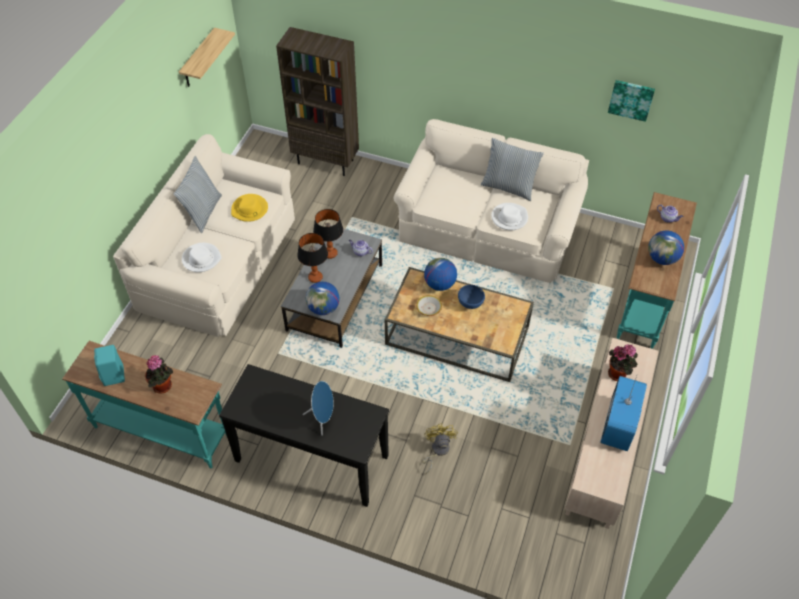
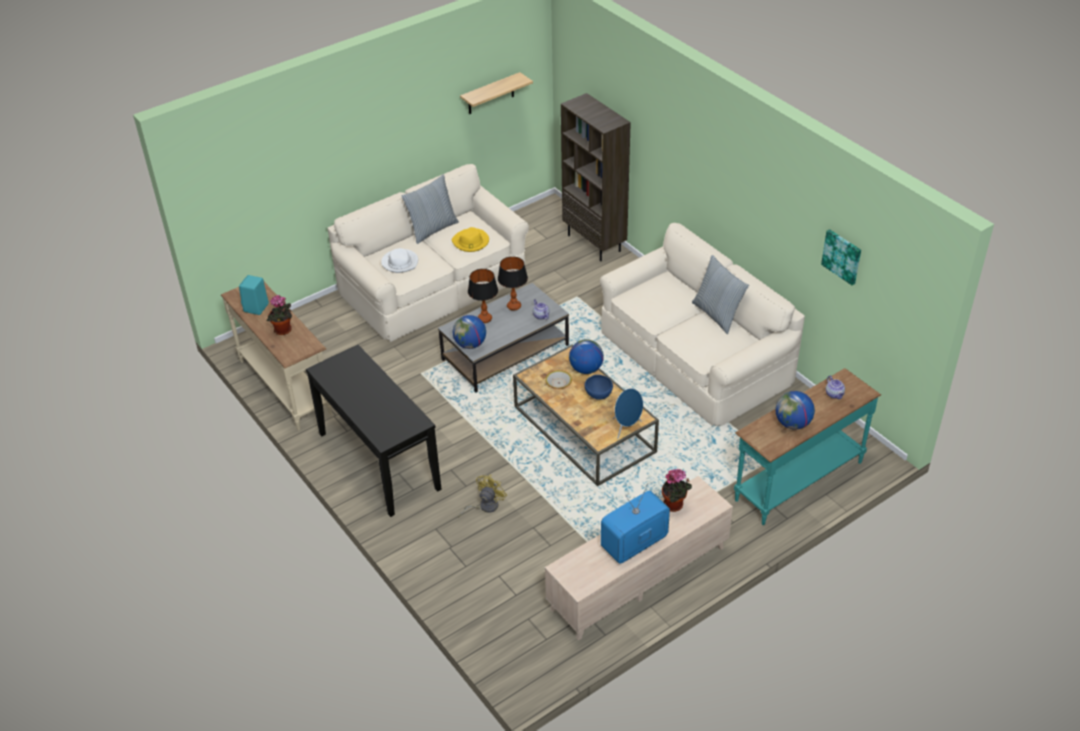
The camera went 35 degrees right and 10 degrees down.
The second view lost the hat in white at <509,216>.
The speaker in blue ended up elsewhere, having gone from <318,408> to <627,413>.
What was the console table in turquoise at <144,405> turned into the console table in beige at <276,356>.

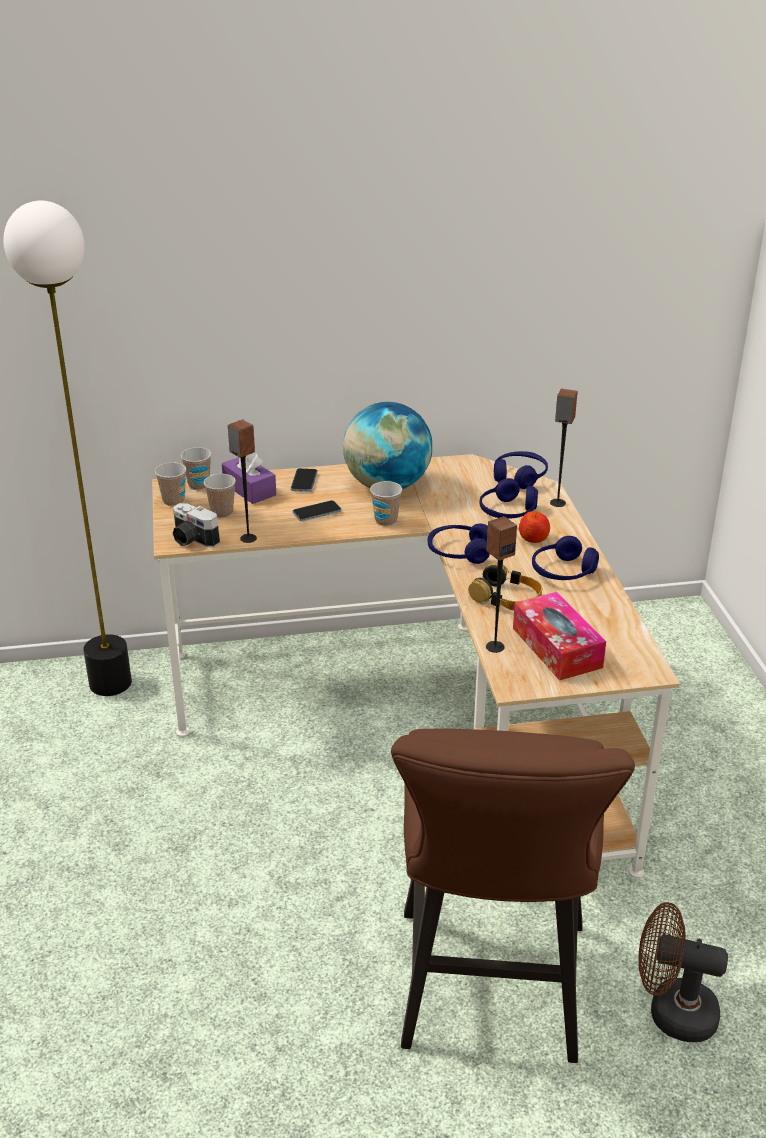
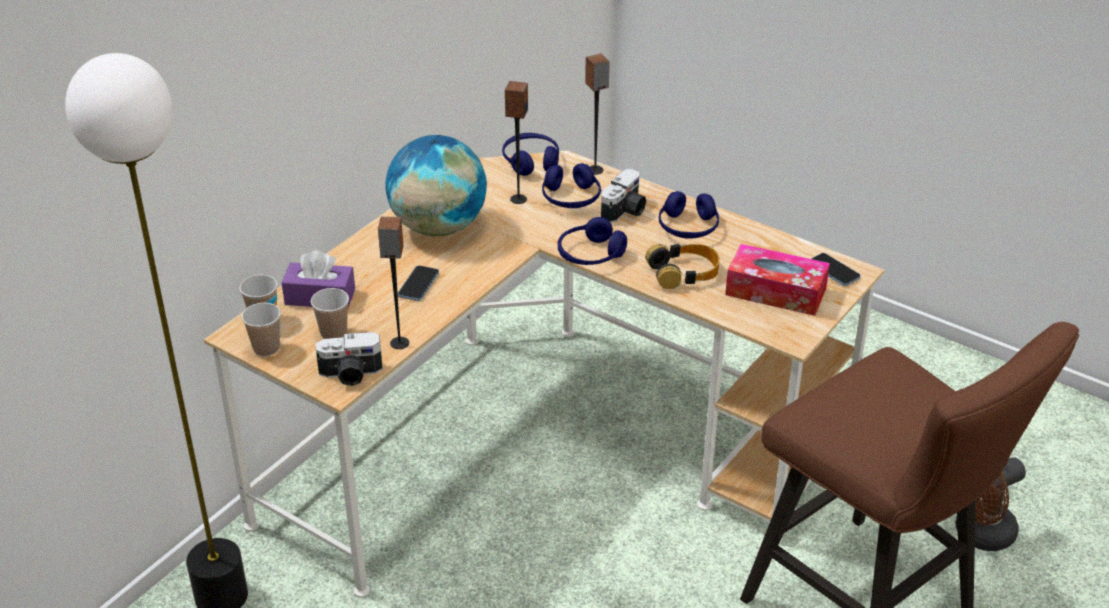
The camera went 45 degrees left and 5 degrees up.
The second view lost the cup at <386,503>.
The phone ended up elsewhere, having gone from <304,480> to <836,269>.
The speaker ended up elsewhere, having gone from <501,584> to <516,142>.
Where the apple stood at <534,527>, the photo camera came to stand at <623,195>.

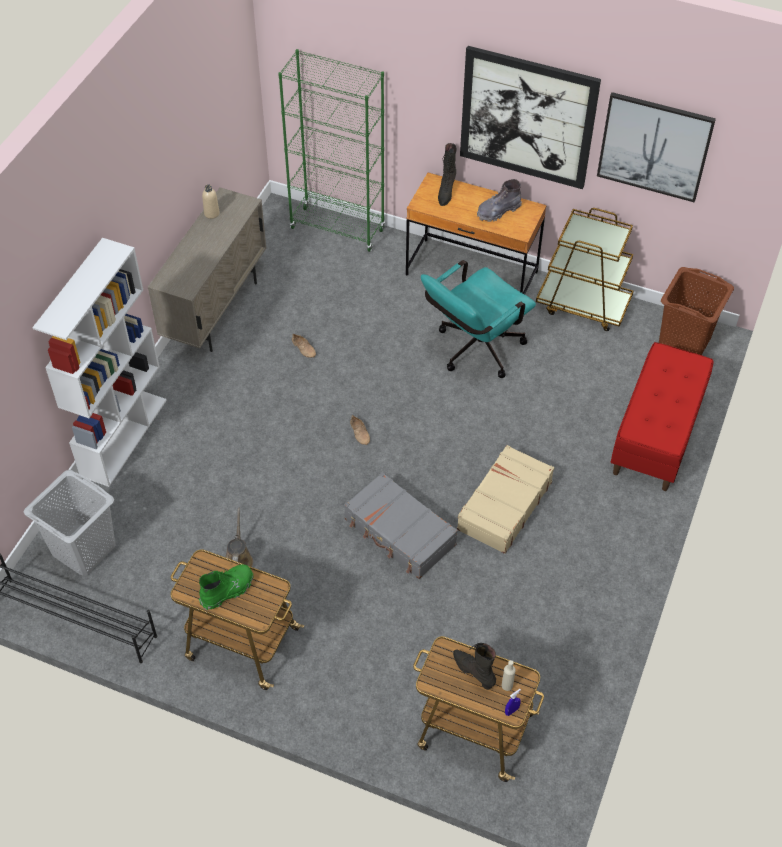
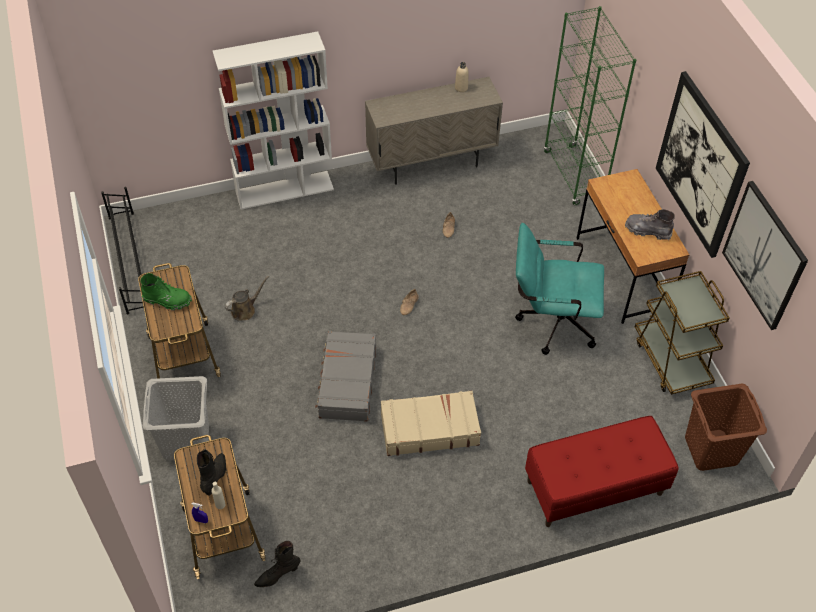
The camera went 50 degrees right and 0 degrees up.
The laundry basket in grey ended up elsewhere, having gone from <70,523> to <175,418>.
The boot in black ended up elsewhere, having gone from <447,174> to <277,564>.

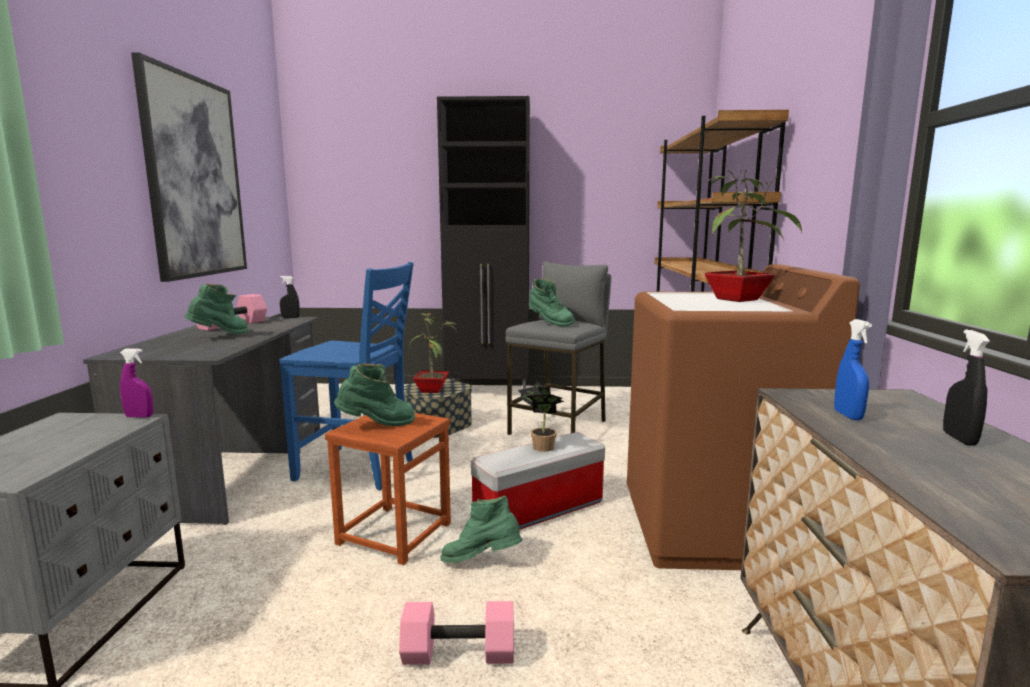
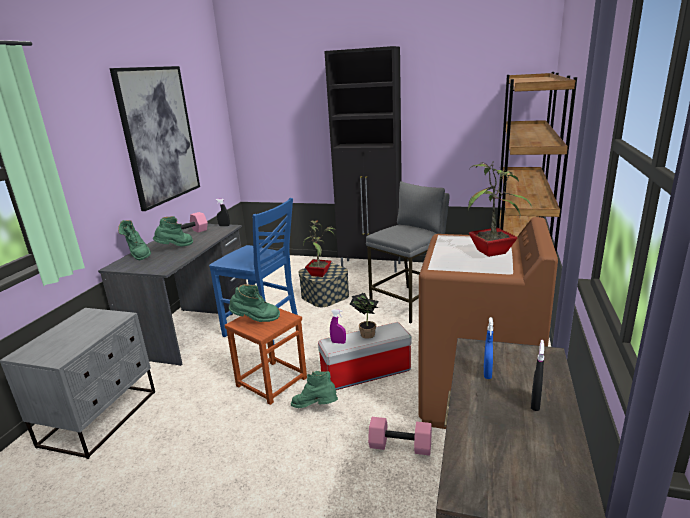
The camera went 15 degrees right and 10 degrees up.
The spray bottle in purple ended up elsewhere, having gone from <137,383> to <338,326>.
The dumbbell in pink ended up elsewhere, having gone from <456,633> to <400,436>.
The boot in green ended up elsewhere, having gone from <552,302> to <134,240>.

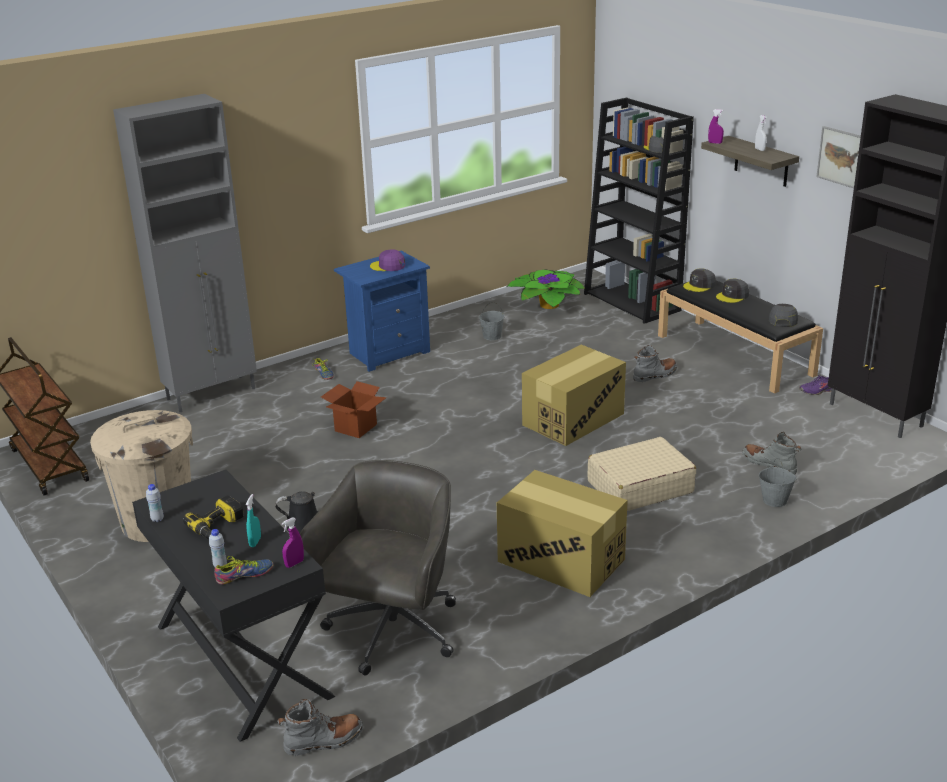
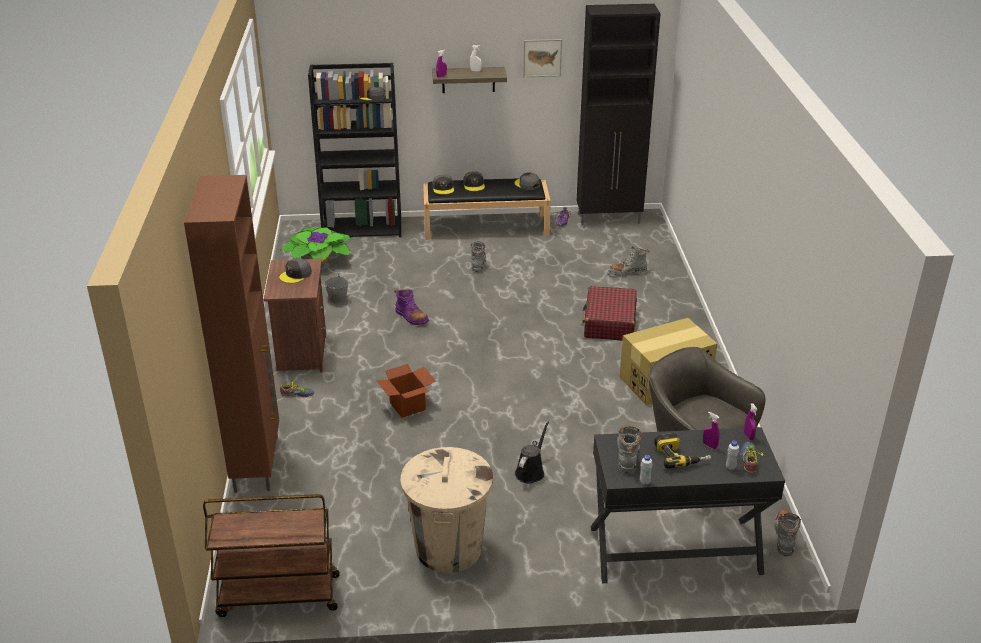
The camera went 60 degrees left and 5 degrees up.
The second view lost the cardboard box at <574,395>.
The second view lost the bucket in grey at <778,482>.
The second view gained the boot in purple at <411,307>.
The second view gained the boot in grey at <629,449>.
What was the cabinet in grey at <185,253> turned into the cabinet in brown at <231,334>.
What was the spray bottle in turquoise at <253,520> turned into the spray bottle in purple at <711,430>.
What was the nightstand in blue at <382,311> turned into the nightstand in brown at <294,315>.
What was the cap in purple at <387,260> turned into the cap in grey at <295,270>.
What was the suitcase in beige at <641,474> turned into the suitcase in red at <609,313>.

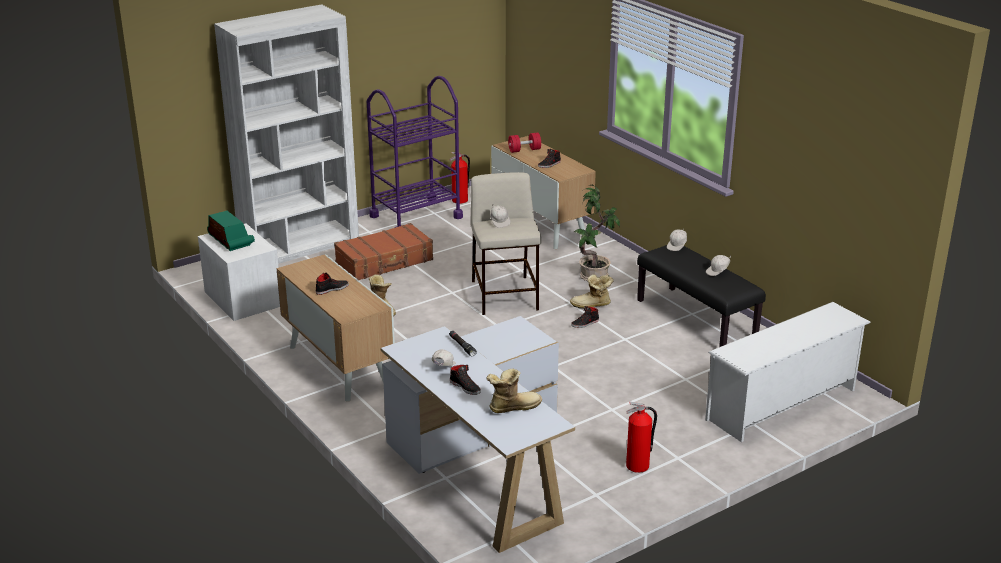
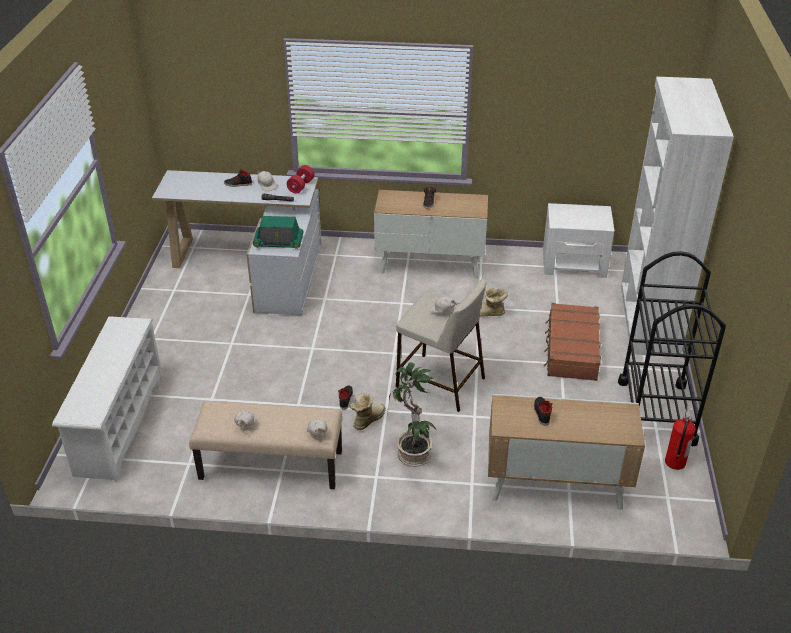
The camera went 130 degrees right and 10 degrees up.
The second view lost the boot at <514,391>.
The second view lost the fire extinguisher at <641,437>.
The radio ended up elsewhere, having gone from <231,231> to <278,232>.
The dumbbell in red ended up elsewhere, having gone from <524,142> to <300,179>.
What was the cart in purple at <415,152> turned into the cart in black at <672,348>.
What was the bench in black at <701,296> turned into the bench in beige at <266,445>.

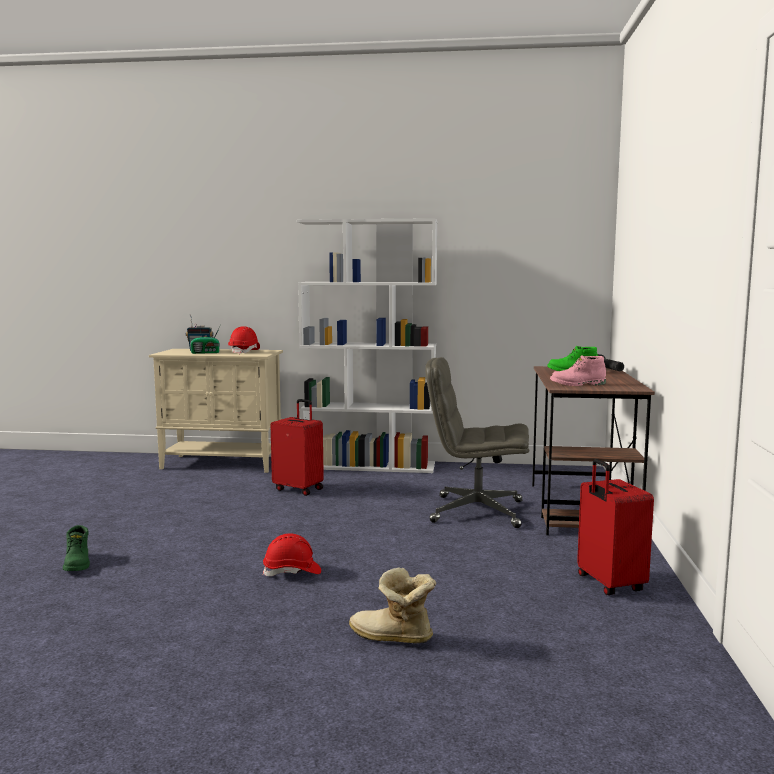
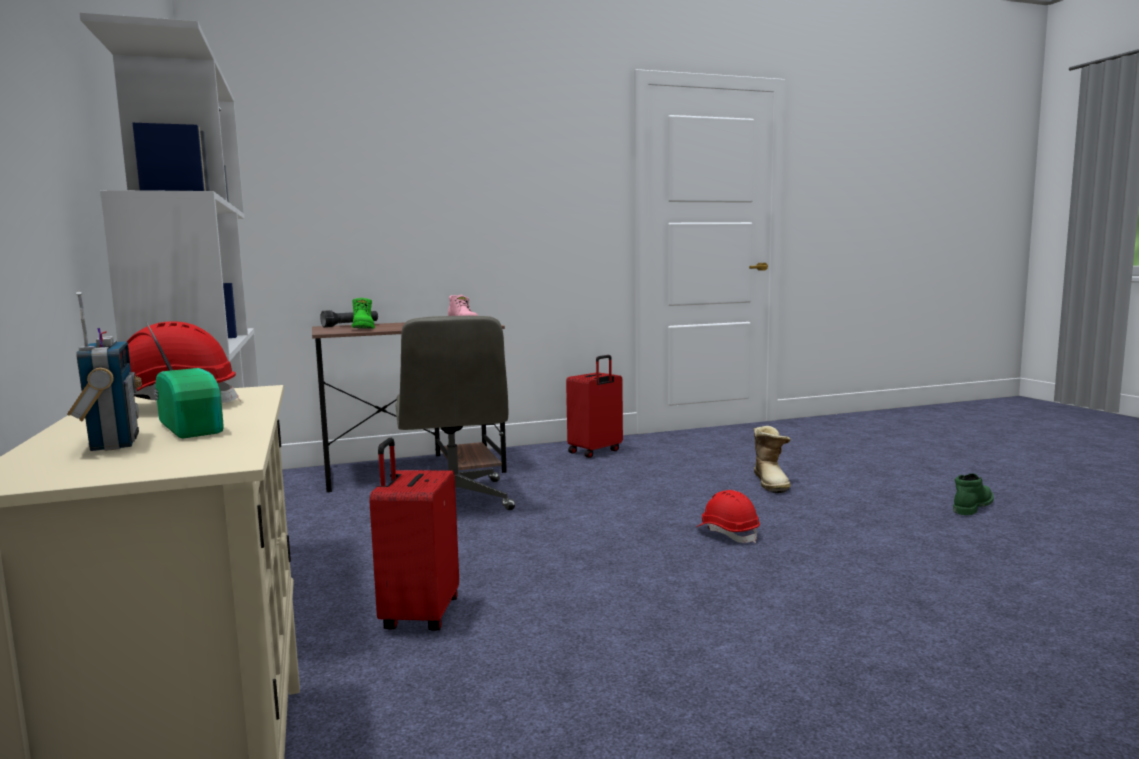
The camera went 115 degrees left and 0 degrees up.
The boot in green ended up elsewhere, having gone from <76,548> to <973,494>.

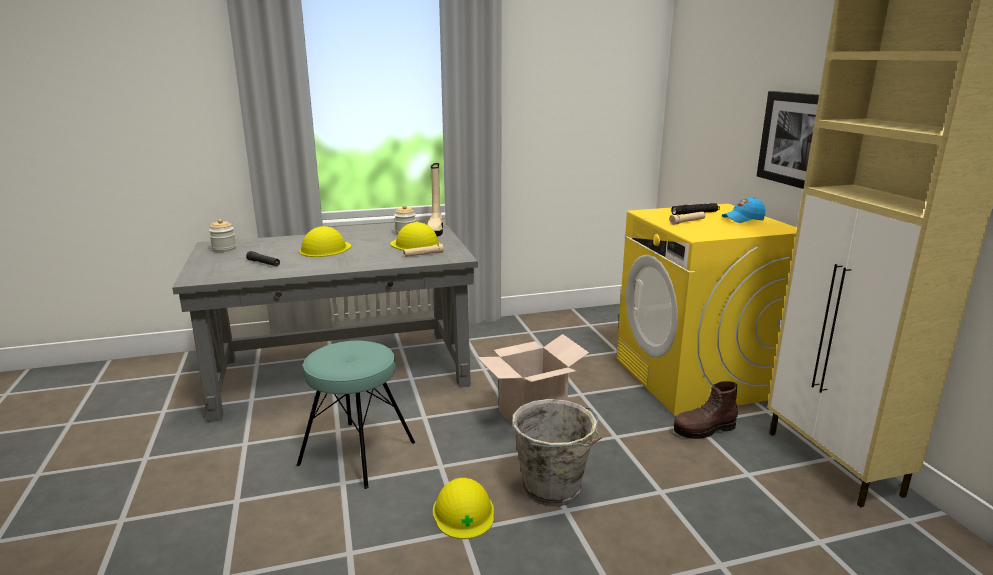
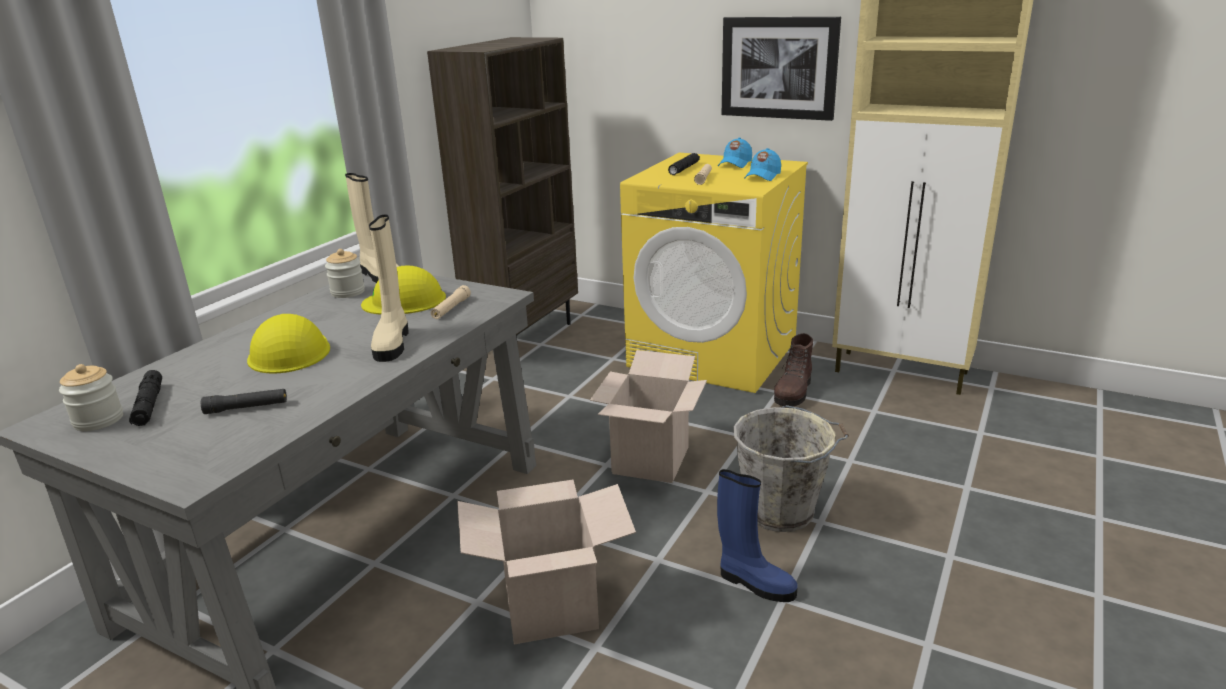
The camera went 45 degrees left and 5 degrees up.
The second view gained the flashlight in black at <145,398>.
The second view gained the boot in beige at <389,288>.
The second view gained the bookcase in brown at <502,187>.
The second view gained the cap in blue at <762,164>.
Where the stool in turquoise stood at <356,415>, the cardboard box came to stand at <546,562>.
Where the hard hat in yellow stood at <463,508>, the boot in blue came to stand at <757,535>.

